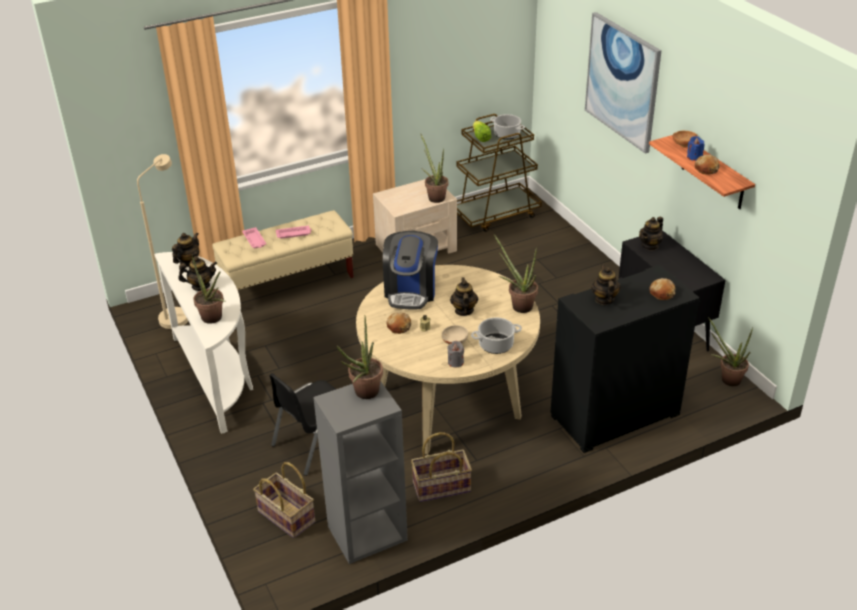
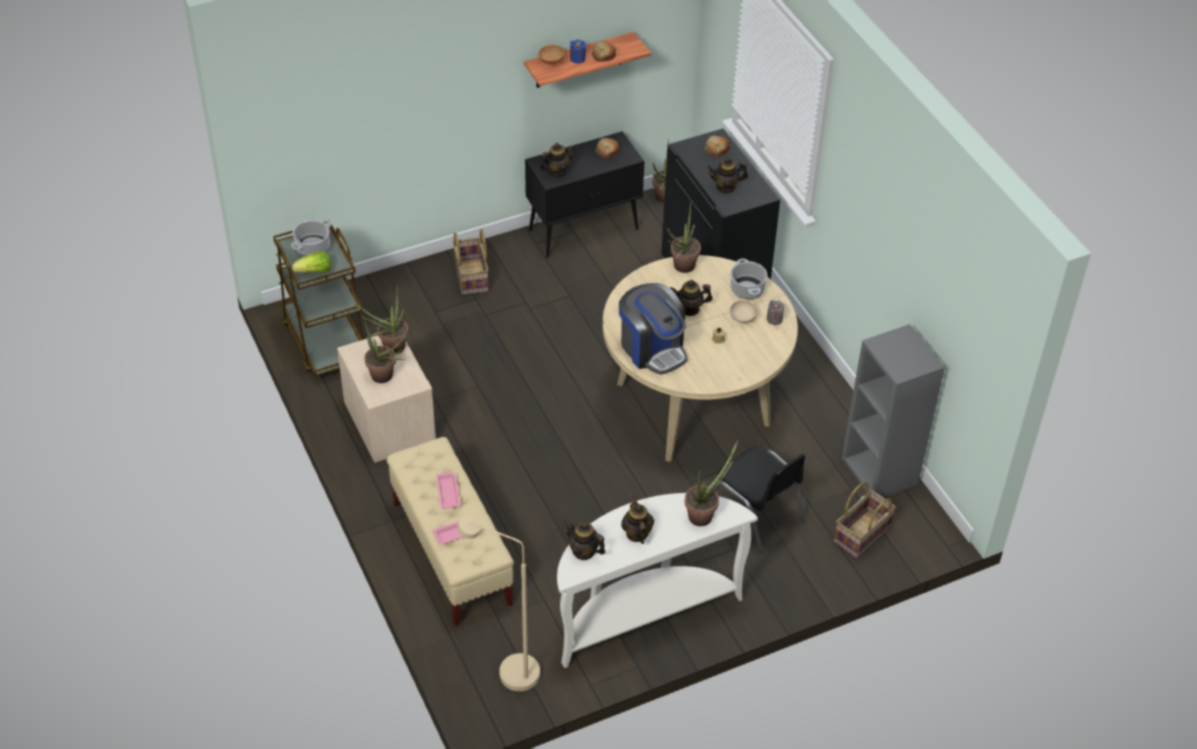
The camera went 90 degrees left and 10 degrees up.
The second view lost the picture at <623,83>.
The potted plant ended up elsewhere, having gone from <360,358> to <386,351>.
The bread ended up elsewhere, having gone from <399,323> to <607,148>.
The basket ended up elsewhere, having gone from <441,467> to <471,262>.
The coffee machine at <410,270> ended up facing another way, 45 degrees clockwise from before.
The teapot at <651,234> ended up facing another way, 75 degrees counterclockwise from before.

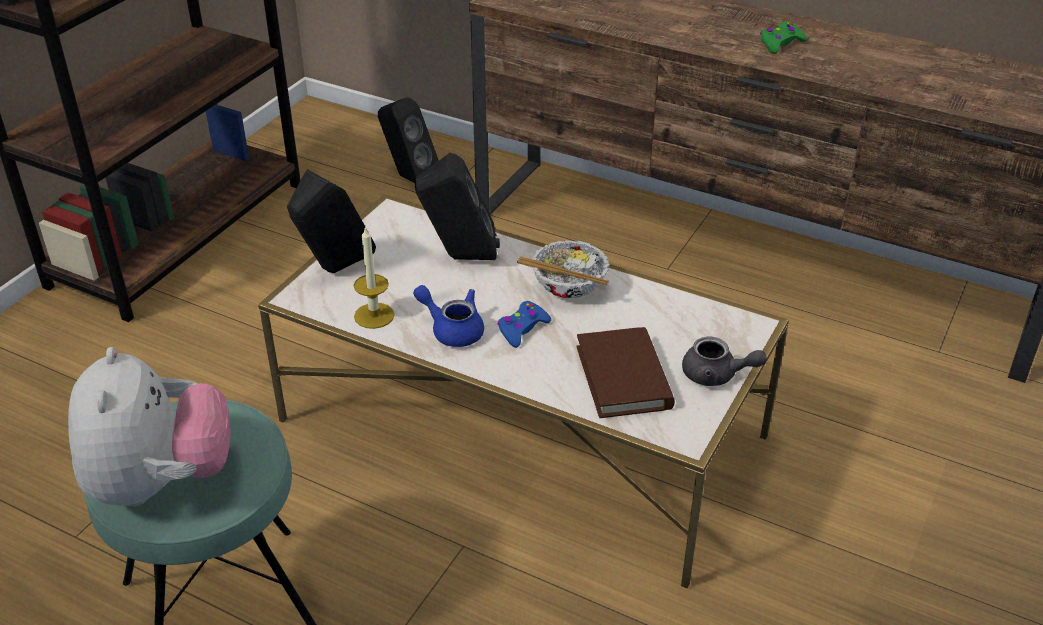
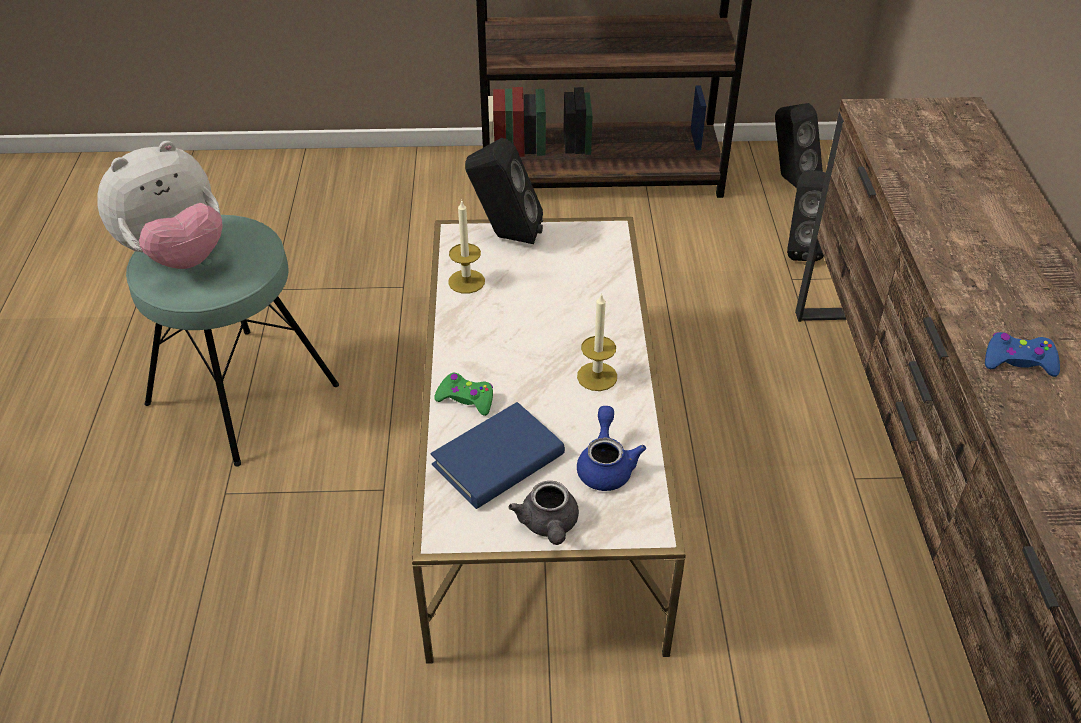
The camera went 60 degrees right and 5 degrees up.
The teapot in blue ended up elsewhere, having gone from <448,316> to <611,448>.
The speaker in black ended up elsewhere, having gone from <457,206> to <799,146>.
The game controller in blue ended up elsewhere, having gone from <524,324> to <1022,354>.
The game controller in green ended up elsewhere, having gone from <783,37> to <463,394>.
Where the bowl stood at <563,269>, the candle came to stand at <597,342>.
What was the book in brown at <625,372> turned into the book in blue at <498,455>.

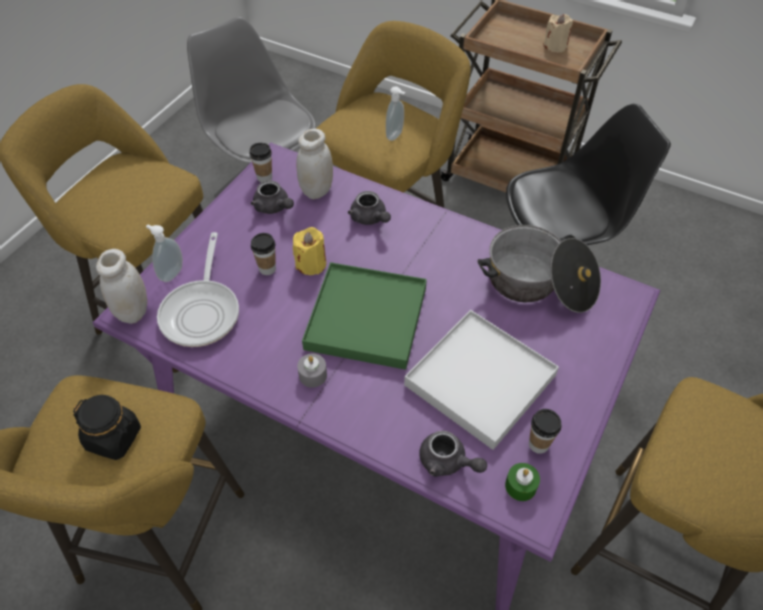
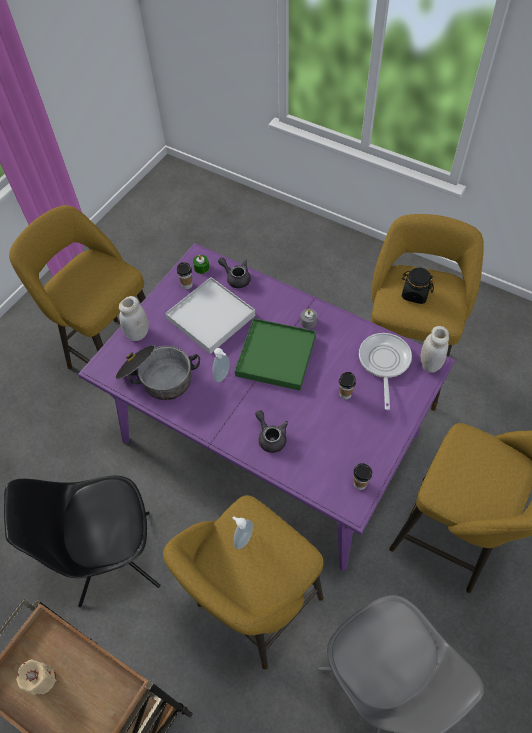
The camera went 175 degrees left and 5 degrees up.
The second view lost the teapot in grey at <272,197>.
The second view lost the candle in yellow at <309,251>.
The soap dispenser ended up elsewhere, having gone from <164,253> to <221,365>.
The jar in white ended up elsewhere, having gone from <315,164> to <134,318>.

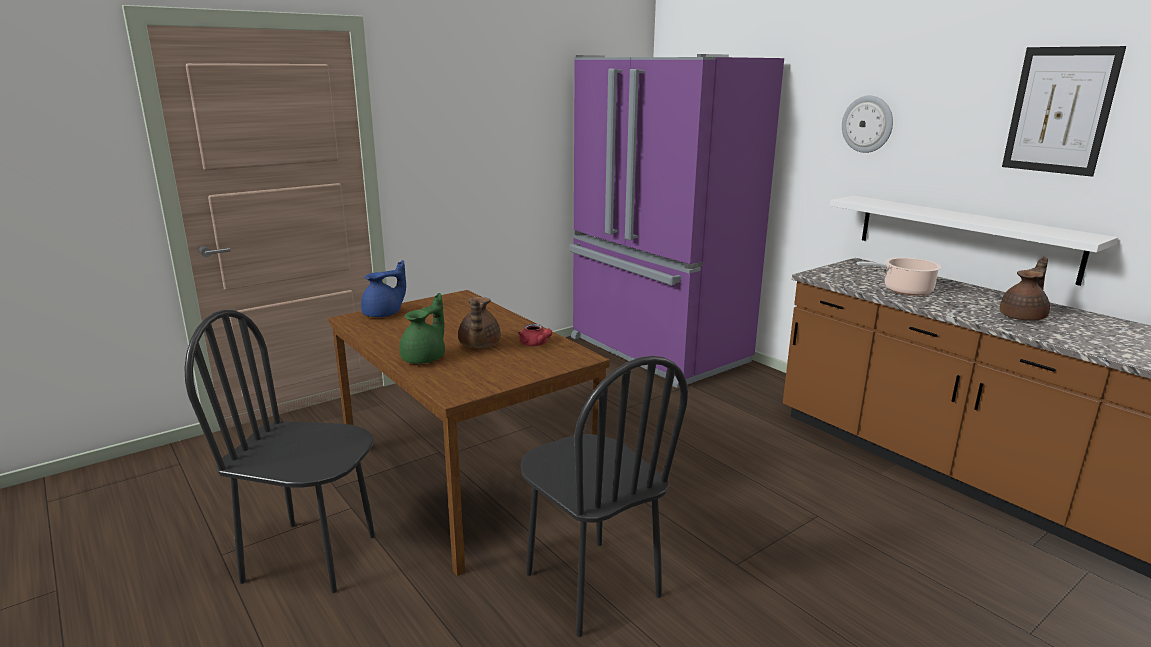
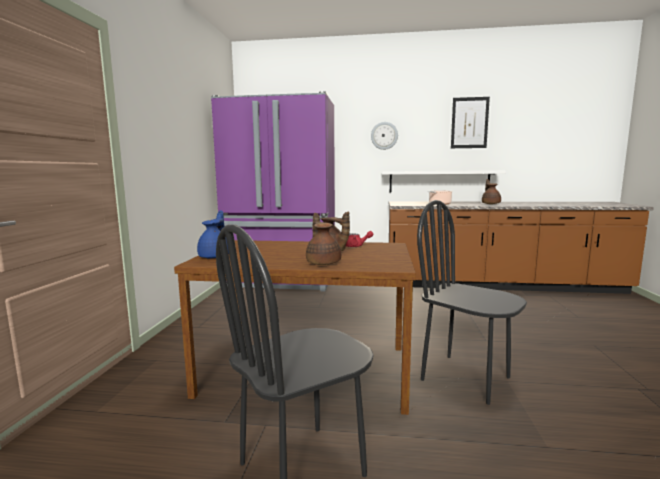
The camera went 45 degrees left and 10 degrees down.
What was the teapot in green at <422,328> turned into the teapot in brown at <323,239>.
The chair in black at <604,496> ended up facing another way, 150 degrees counterclockwise from before.

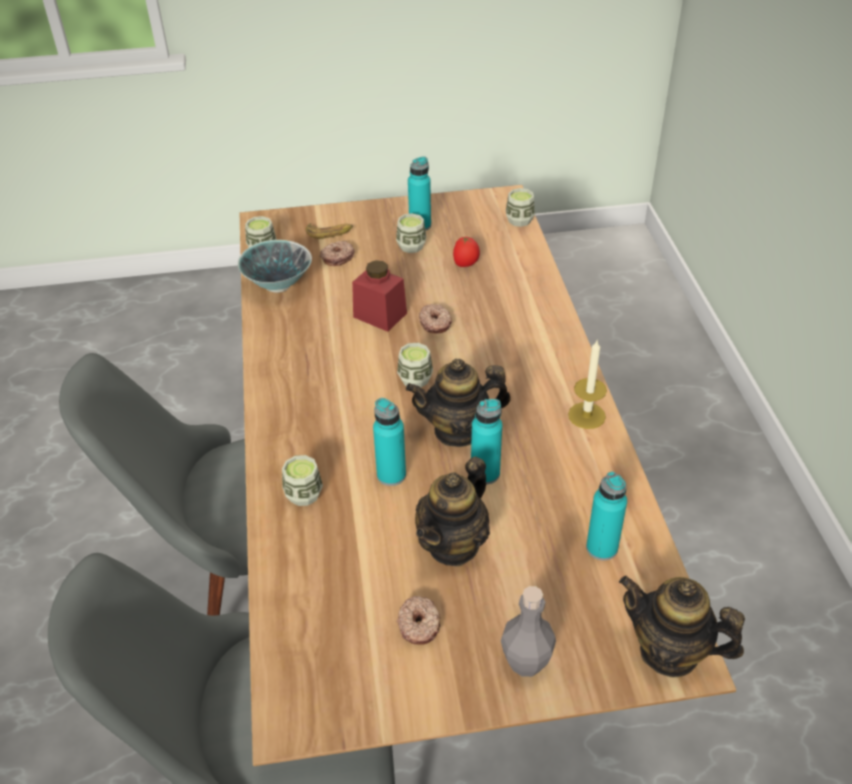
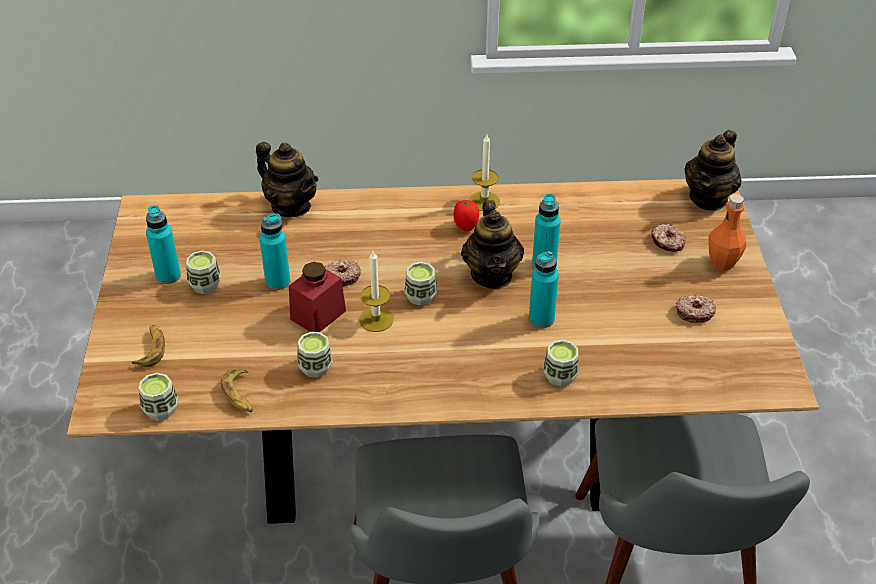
The camera went 85 degrees left and 0 degrees up.
The second view gained the candle at <376,291>.
The donut ended up elsewhere, having gone from <337,253> to <668,238>.
The teapot ended up elsewhere, having gone from <452,511> to <287,179>.
The tomato ended up elsewhere, having gone from <466,251> to <466,215>.
The cup ended up elsewhere, having gone from <520,207> to <315,355>.
The bottle in turquoise ended up elsewhere, having gone from <606,516> to <274,252>.
Where the bowl stood at <275,266>, the banana came to stand at <237,390>.
What was the bottle in grey at <528,631> turned into the bottle in orange at <727,232>.

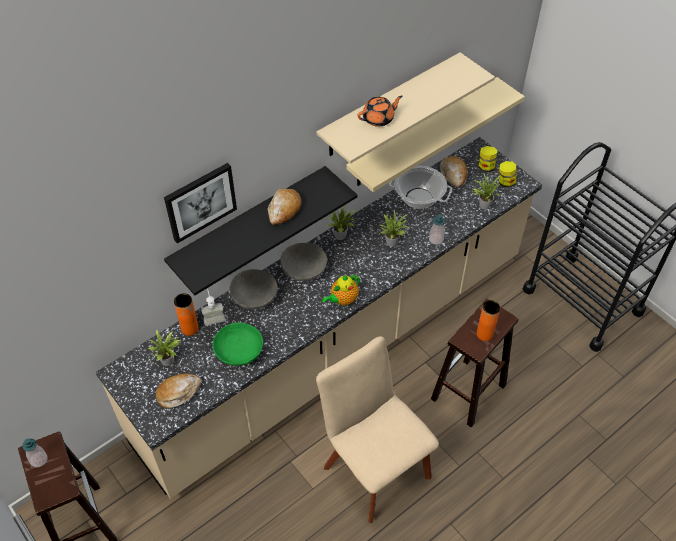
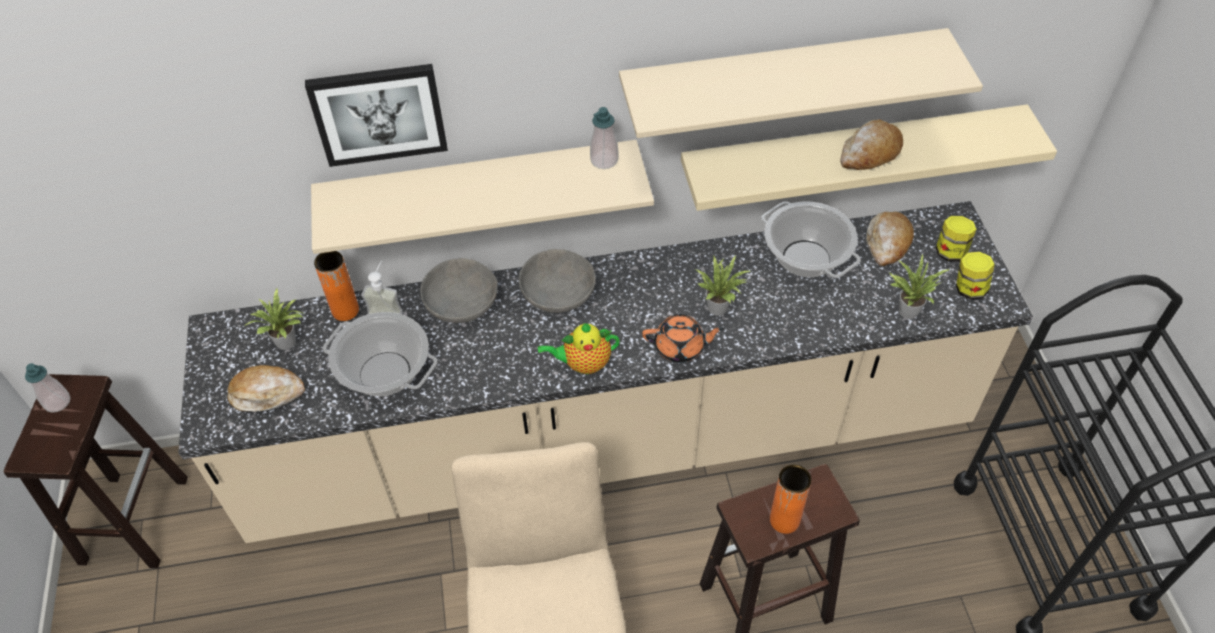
The camera went 30 degrees right and 0 degrees up.
The second view lost the potted plant at <341,223>.
The bread ended up elsewhere, having gone from <284,207> to <871,144>.
The teapot in orange ended up elsewhere, having gone from <380,111> to <683,338>.
The soap dispenser ended up elsewhere, having gone from <437,229> to <604,138>.
Where the bowl in green stood at <238,344>, the cooking pot came to stand at <380,354>.
What was the shelf in black at <261,231> turned into the shelf in beige at <482,197>.

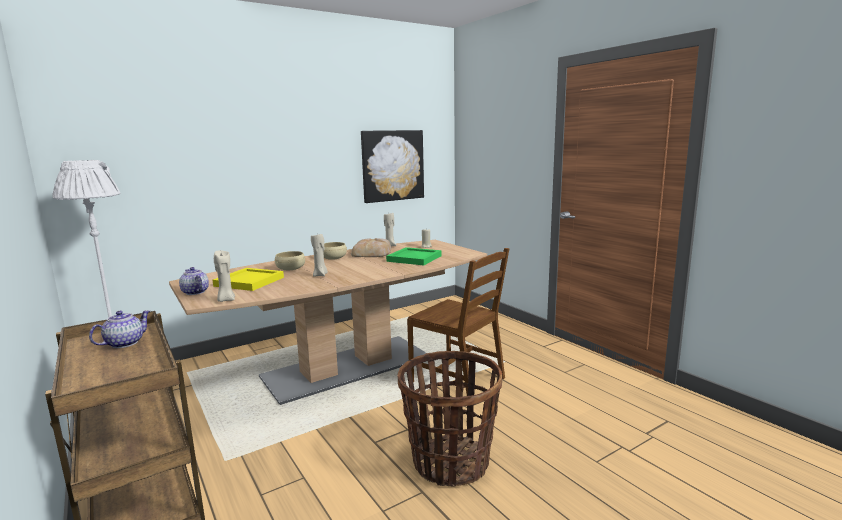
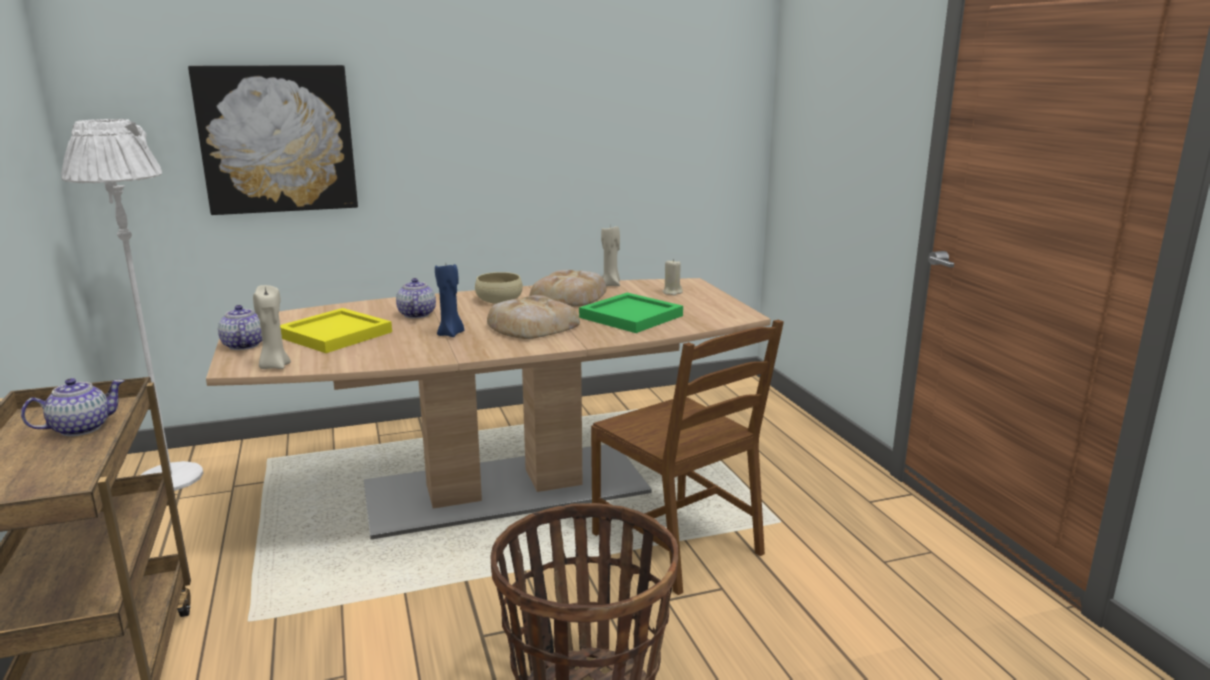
The camera went 15 degrees right and 5 degrees up.
The second view gained the bread at <533,317>.
The picture ended up elsewhere, having gone from <392,166> to <273,140>.
Where the bowl in beige stood at <290,260>, the teapot came to stand at <416,298>.
What was the candle in beige at <319,255> turned into the candle in blue at <449,300>.

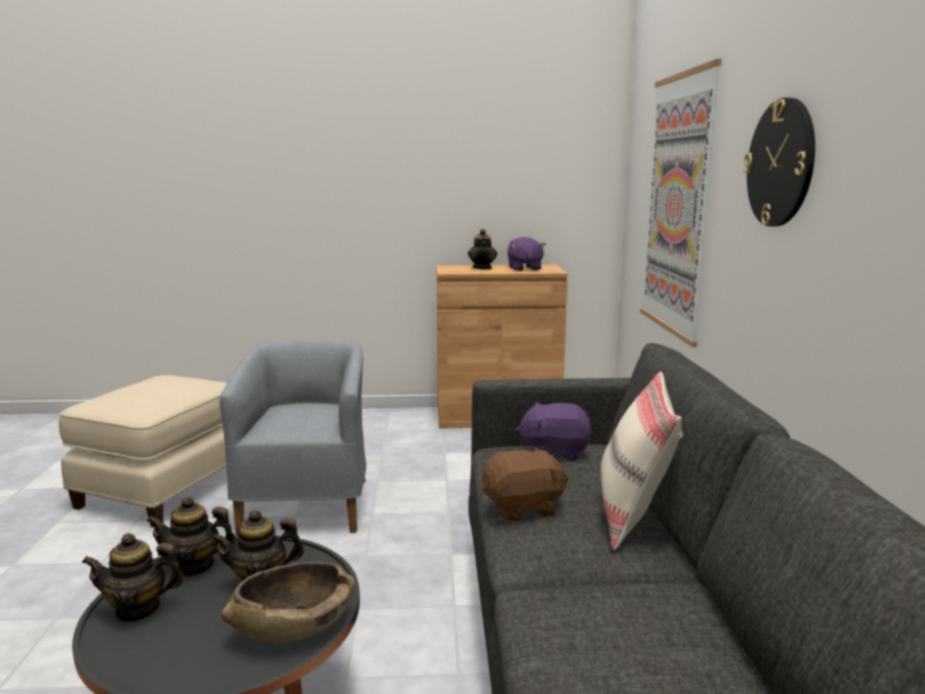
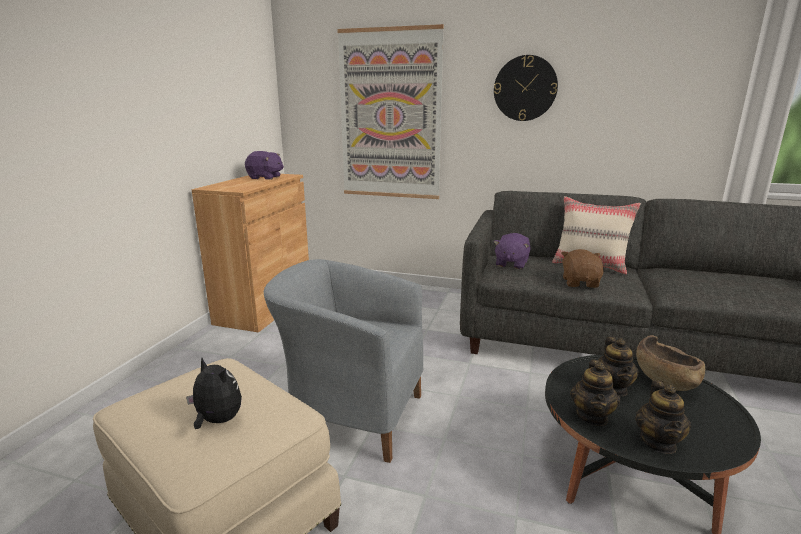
The camera went 70 degrees left and 5 degrees up.
The second view lost the teapot at <482,249>.
The second view gained the plush toy at <214,393>.

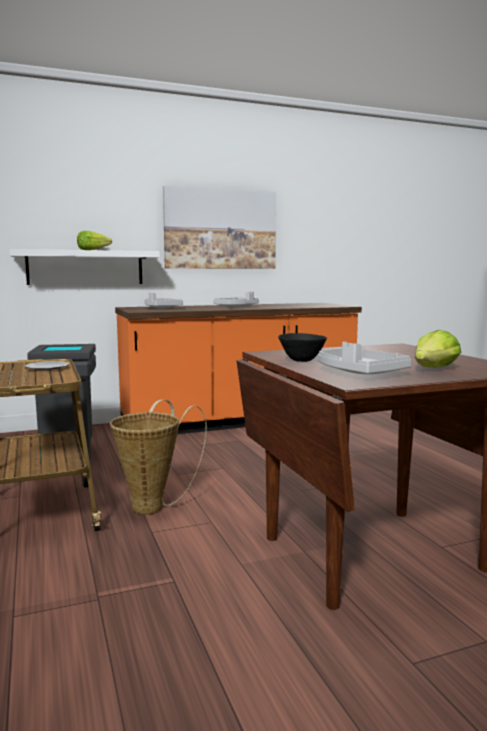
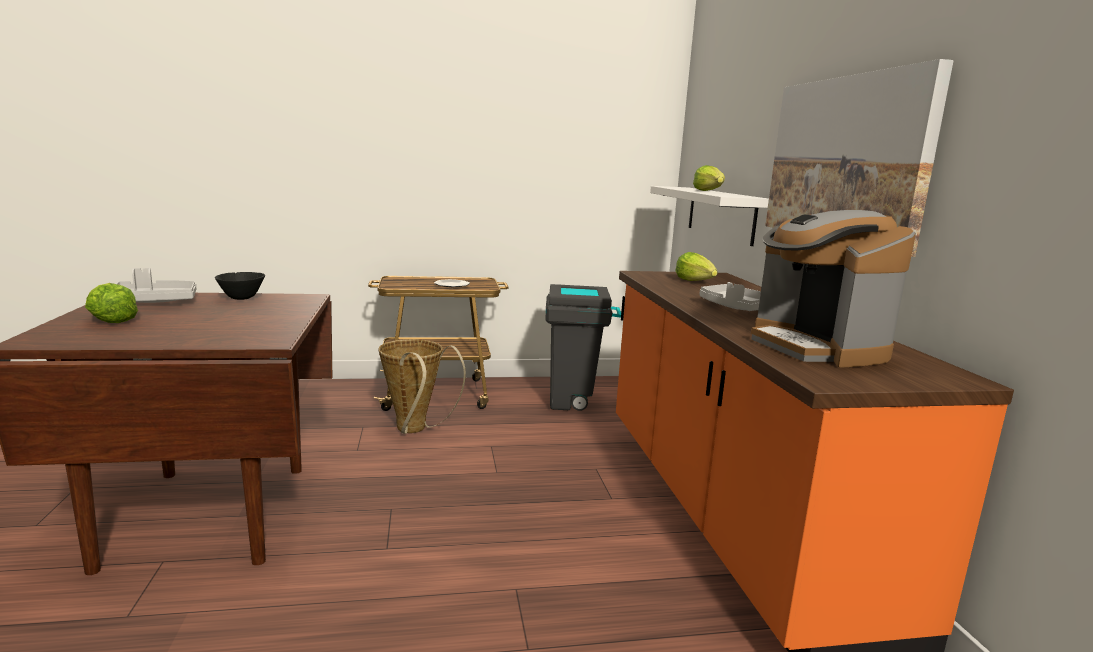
The camera went 100 degrees right and 5 degrees up.
The second view gained the coffee machine at <833,289>.
Where the tray in grey stood at <164,301>, the lettuce came to stand at <696,266>.

